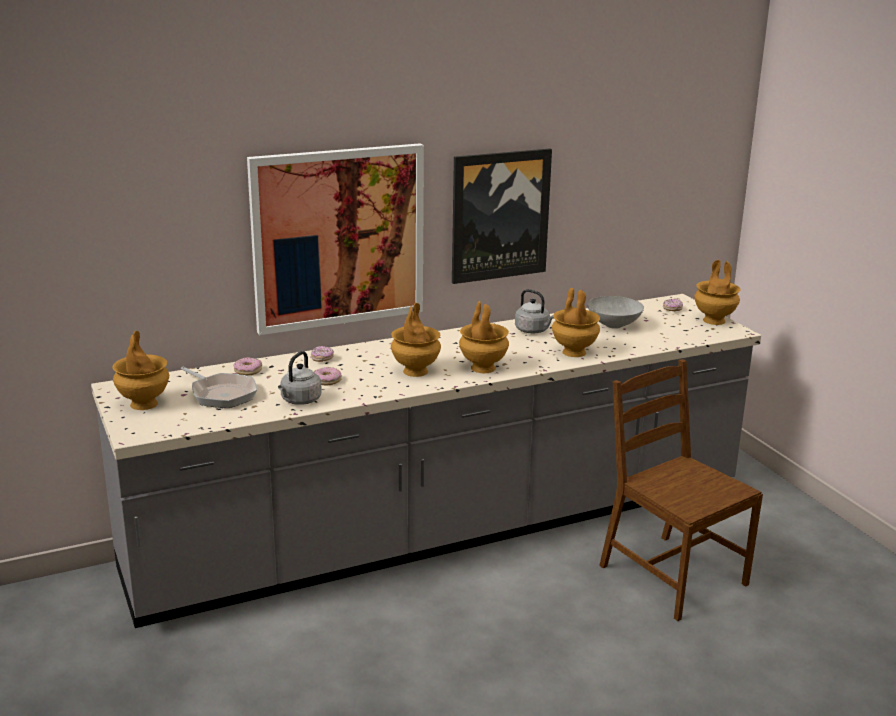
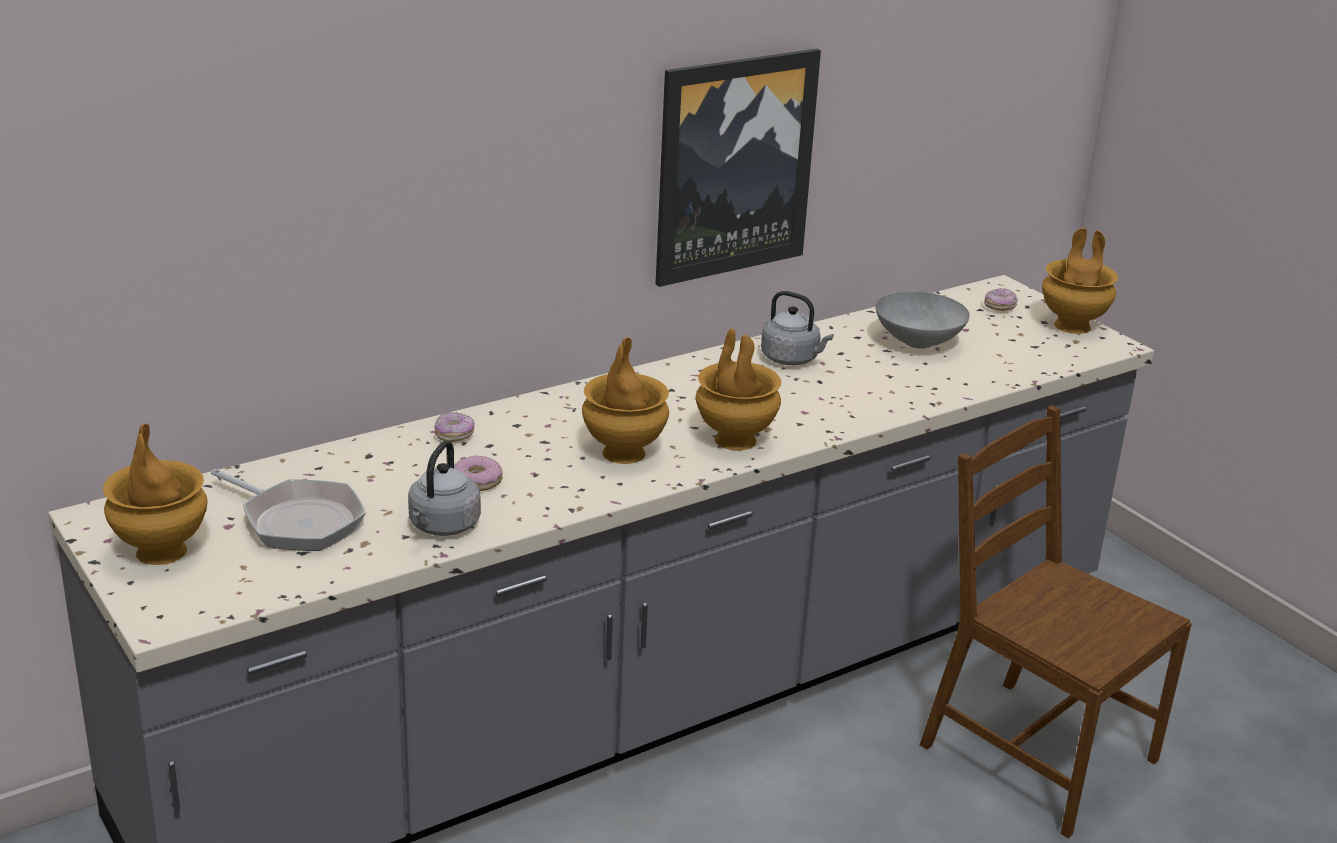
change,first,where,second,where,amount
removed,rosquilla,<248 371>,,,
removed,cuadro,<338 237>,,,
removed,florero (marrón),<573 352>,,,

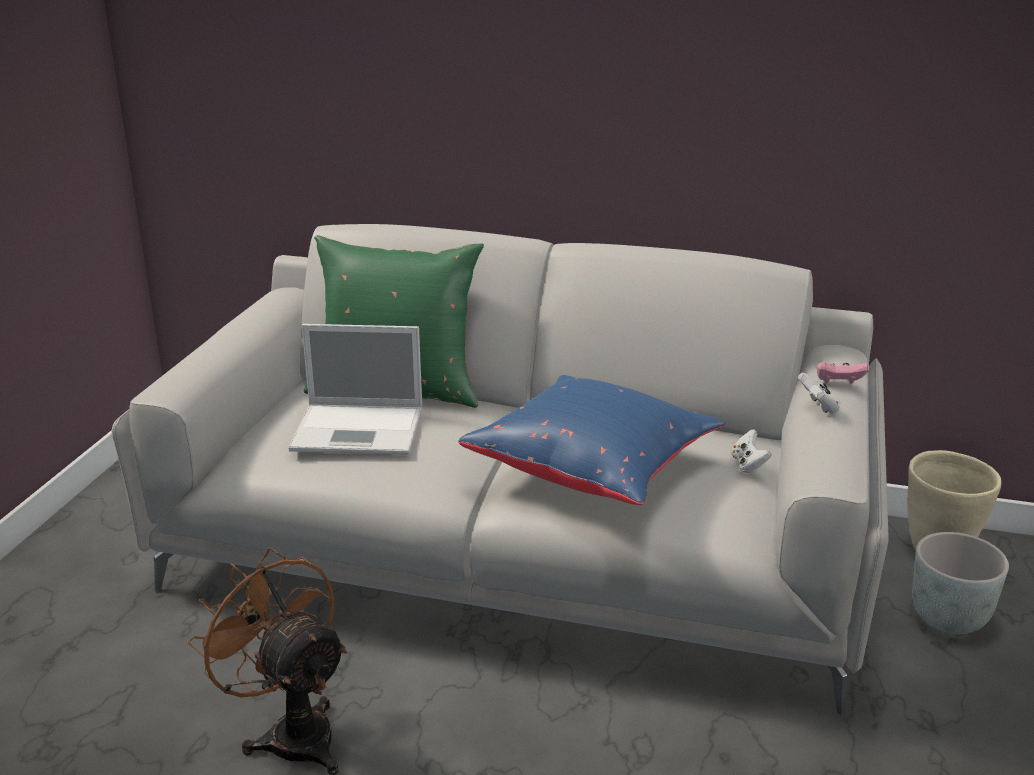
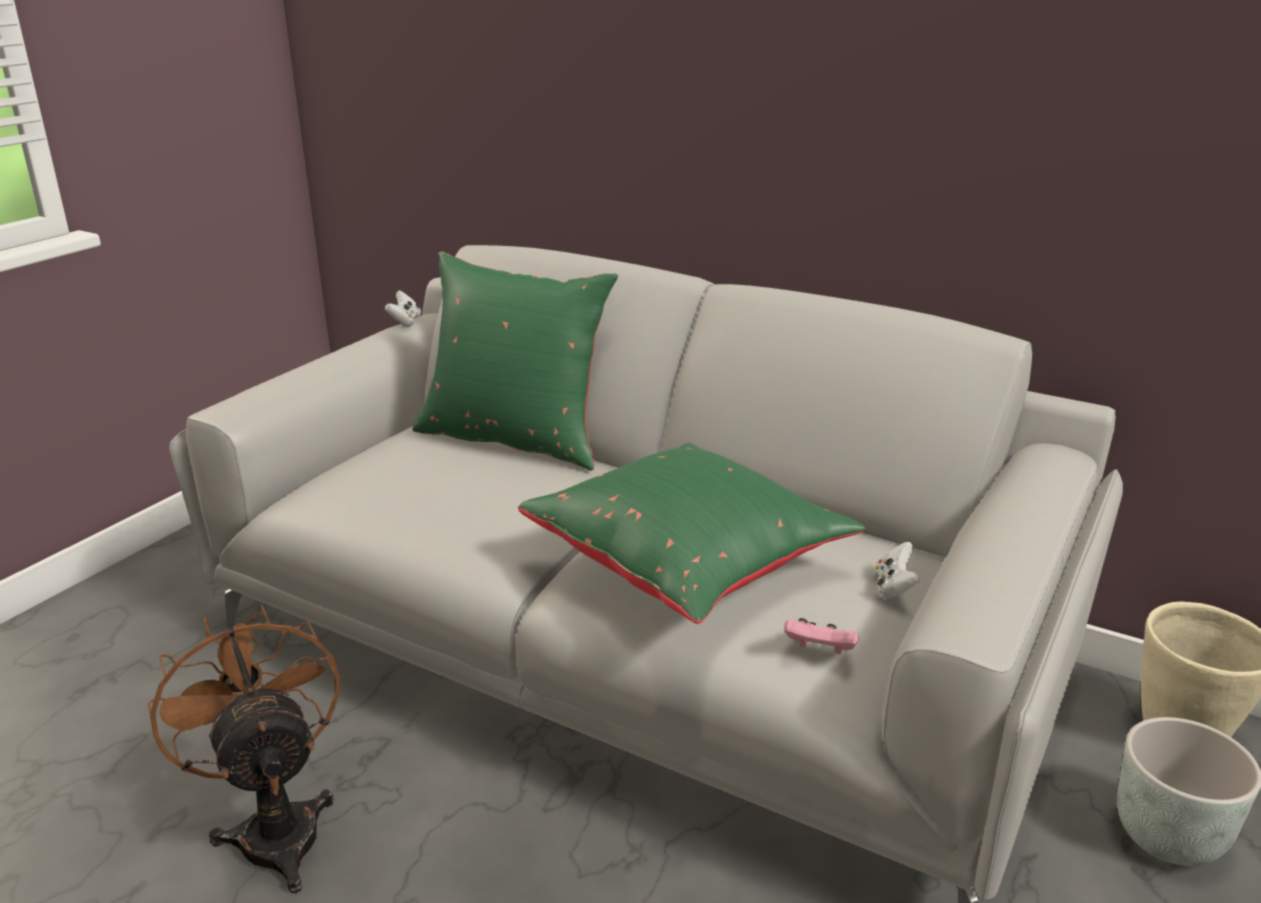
change,first,where,second,where,amount
removed,portátil,<361 430>,,,
moved,mando de consola (blanco),<818 407>,,<405 322>,
moved,mando de consola (rosa),<839 383>,,<820 652>,
recoloured,cojín (azul),<594 469>,cojín (verde),<689 565>,

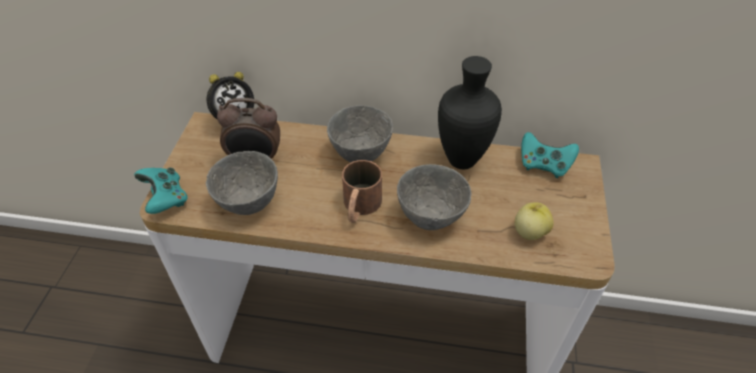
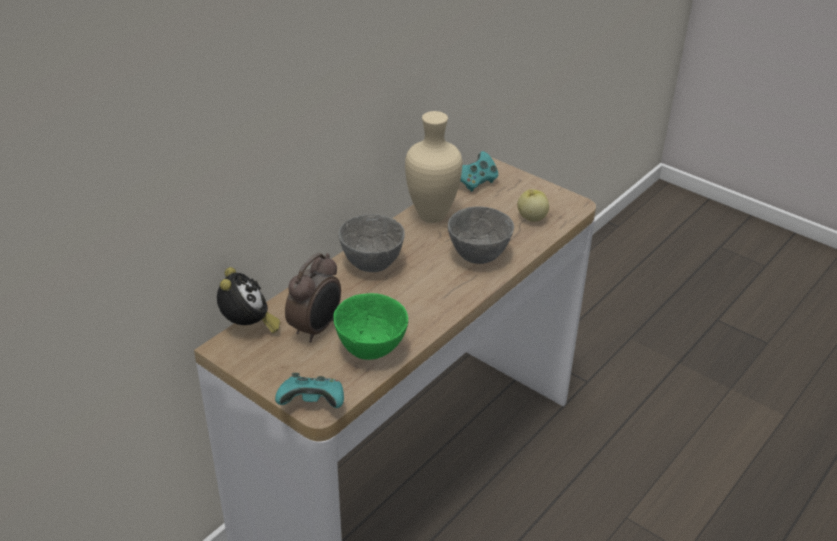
change,first,where,second,where,amount
removed,taza grande (marrón),<359 207>,,,
recoloured,cuenco (gris),<250 204>,cuenco (verde),<372 349>,
recoloured,florero (negro),<460 161>,florero (beis),<432 217>,

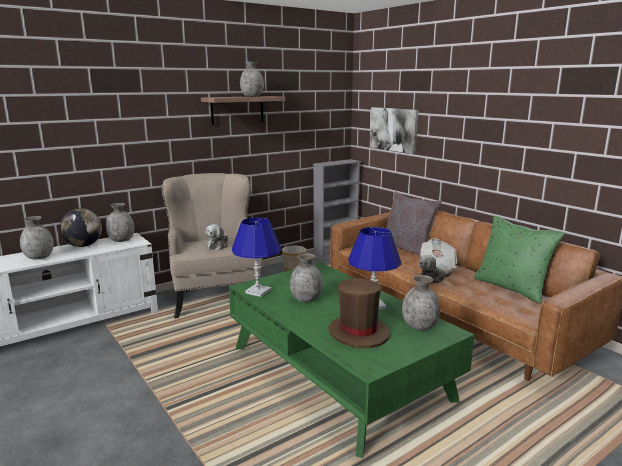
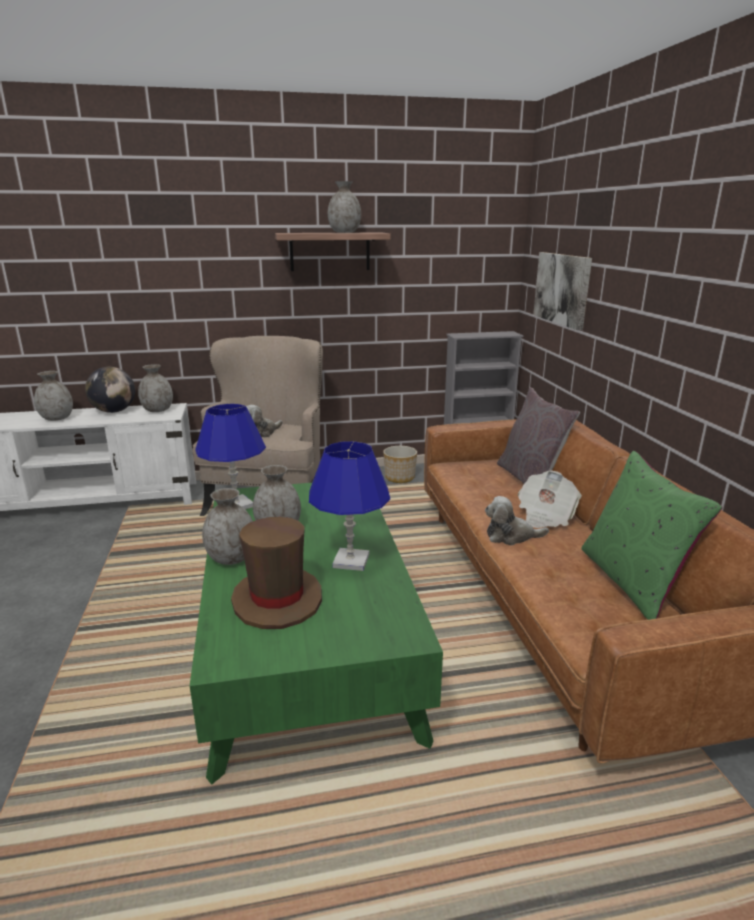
change,first,where,second,where,amount
moved,florero (gris),<419 326>,,<231 558>,

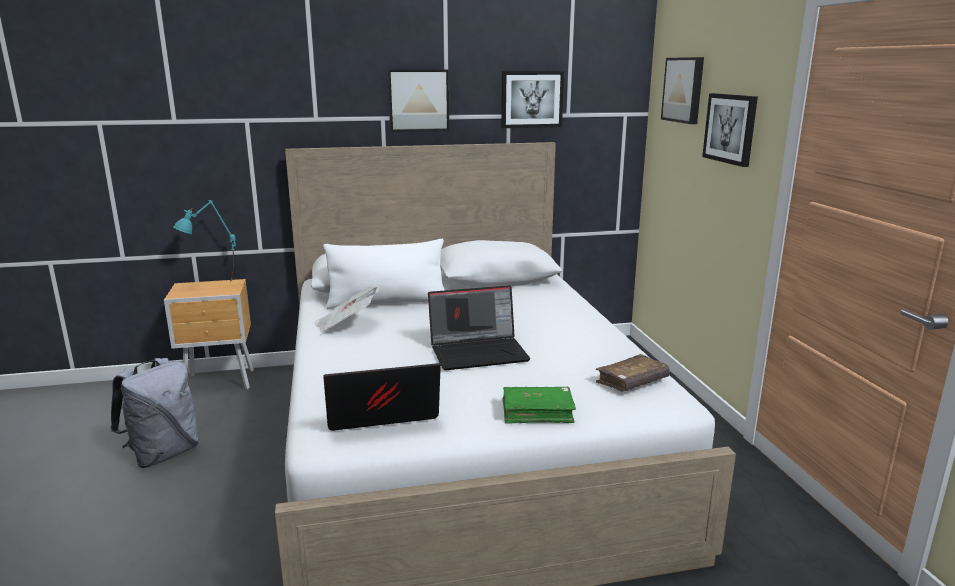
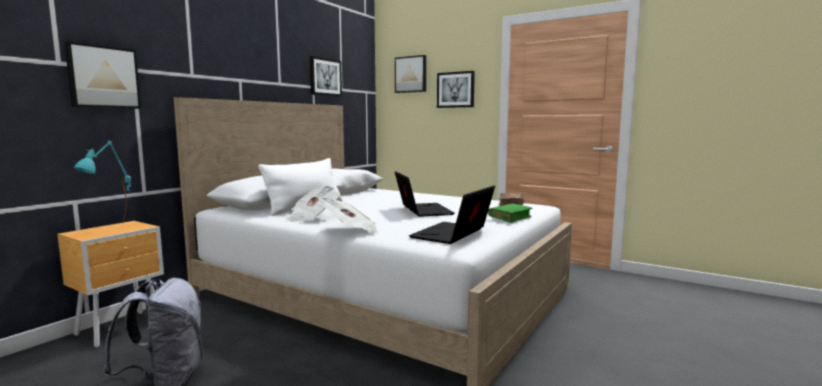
change,first,where,second,where,amount
added,,,periódico,<351 231>,
moved,cuadro,<418 100>,,<103 77>,
turned,portátil,<479 352>,,<422 210>,45 degrees counterclockwise

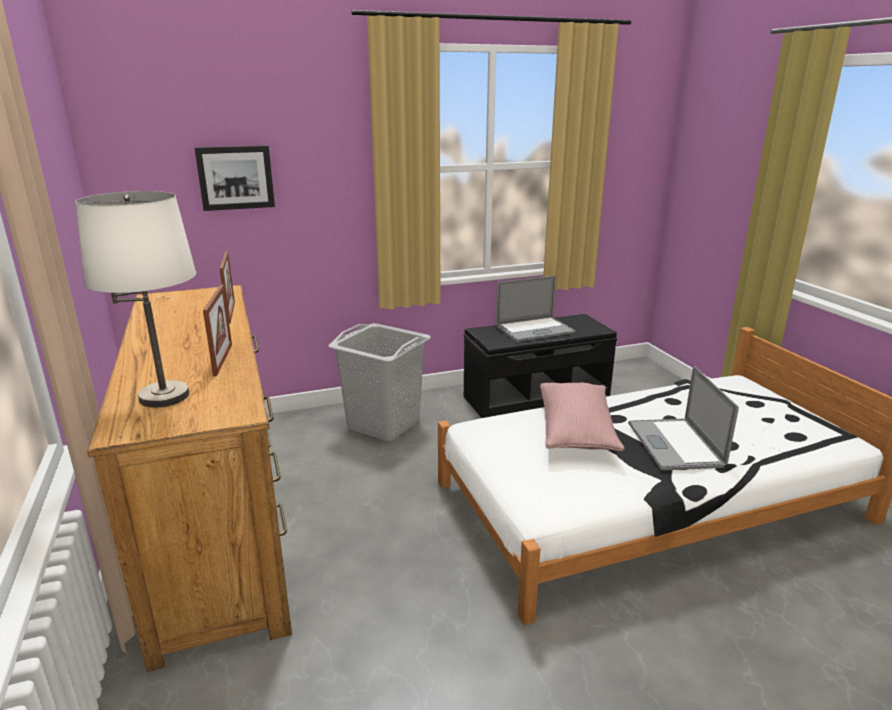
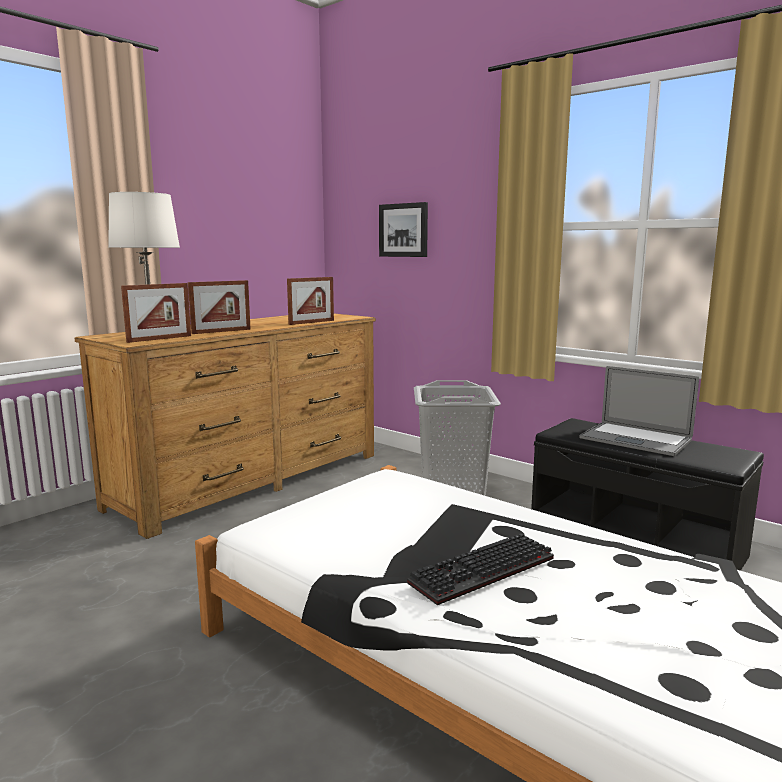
change,first,where,second,where,amount
removed,cojín (rosa),<576 431>,,,
added,,,portarretratos,<159 339>,
replaced,portátil,<674 444>,teclado,<483 573>,

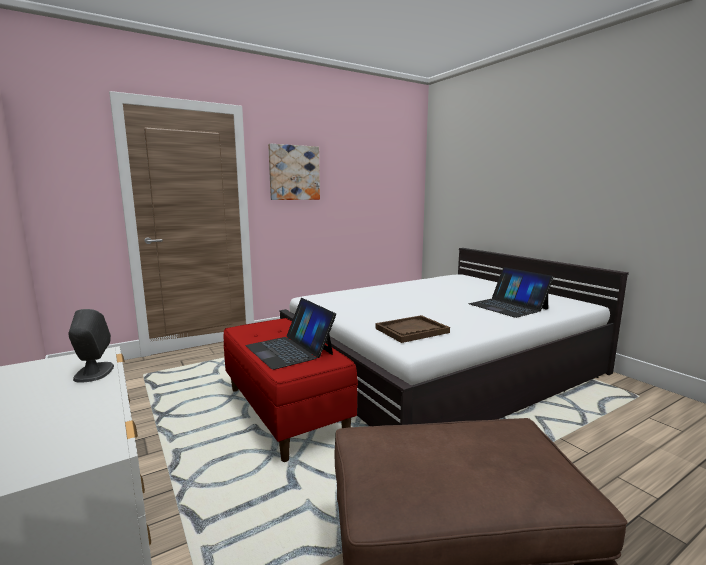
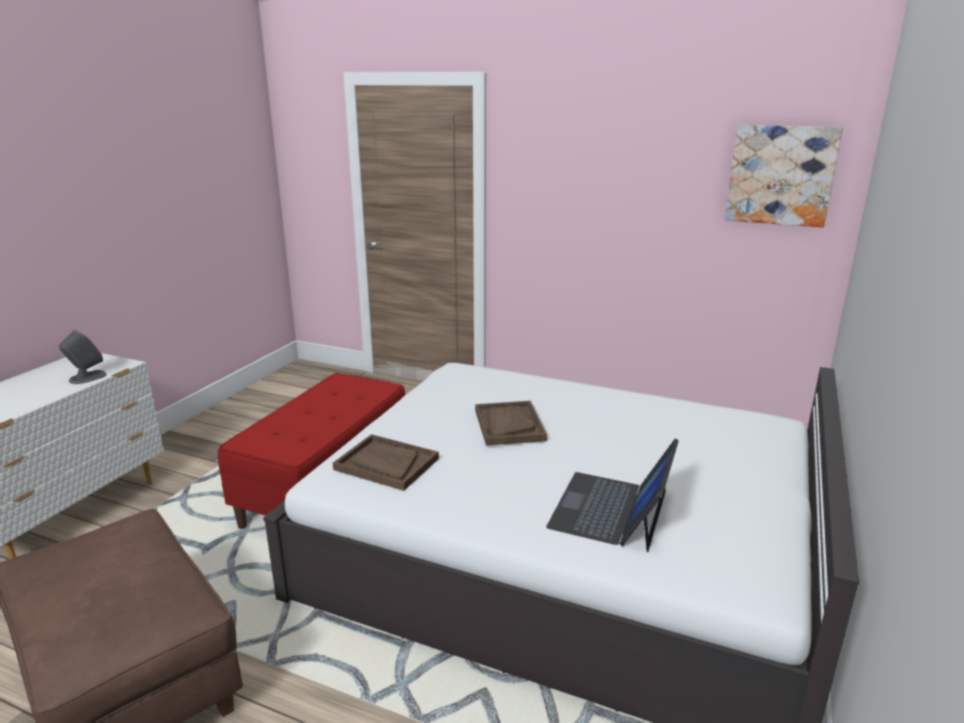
change,first,where,second,where,amount
removed,portátil,<289 350>,,,
added,,,bandeja (marrón),<509 425>,
moved,cuadro,<294 173>,,<780 175>,

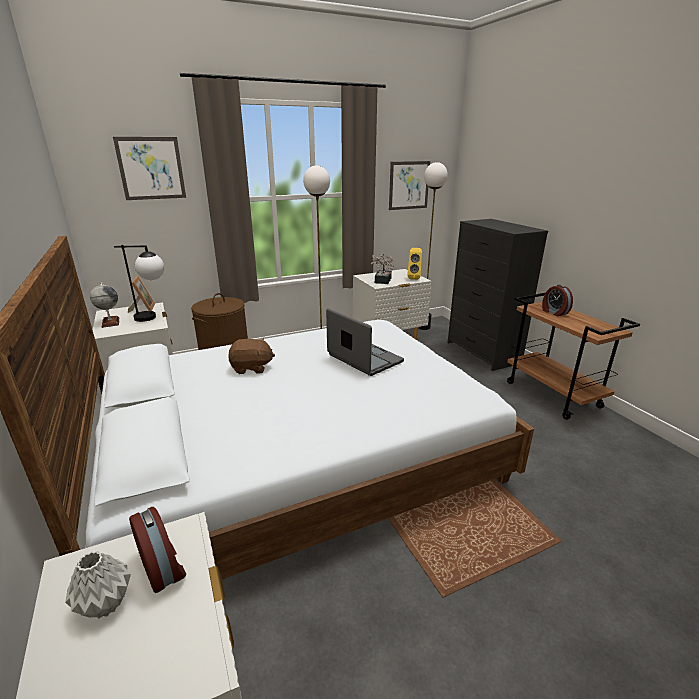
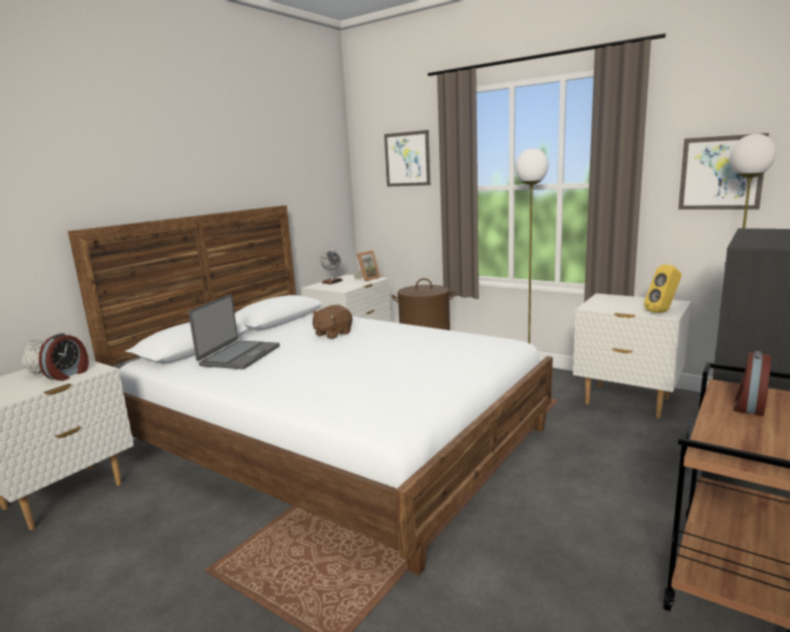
change,first,where,second,where,amount
removed,lámpara de mesa,<154 317>,,,
removed,planta en maceta,<382 281>,,,
moved,portátil,<364 359>,,<239 356>,
turned,peluche (marrón),<251 368>,,<332 334>,75 degrees clockwise

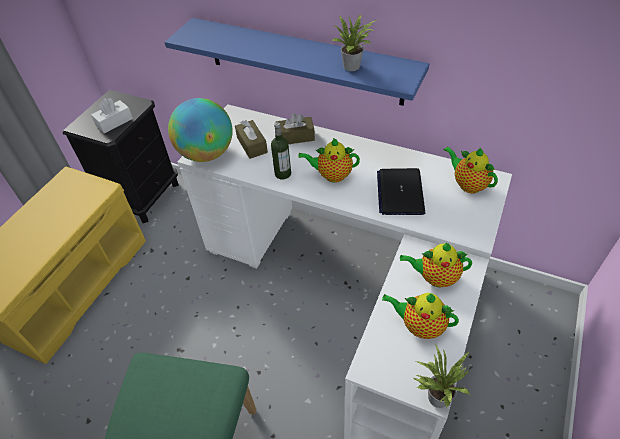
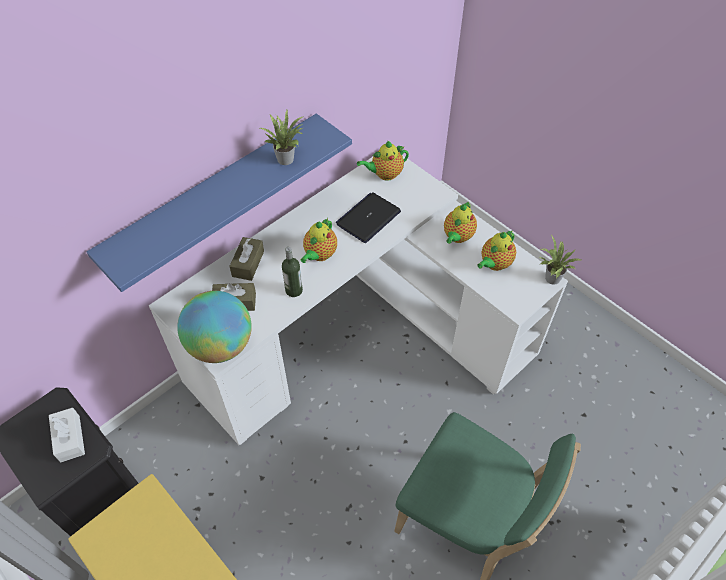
change,first,where,second,where,amount
turned,portátil,<400 192>,,<368 218>,105 degrees clockwise

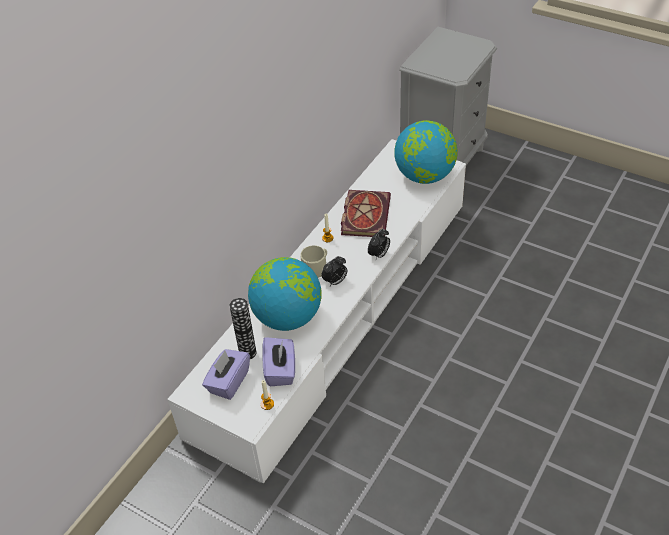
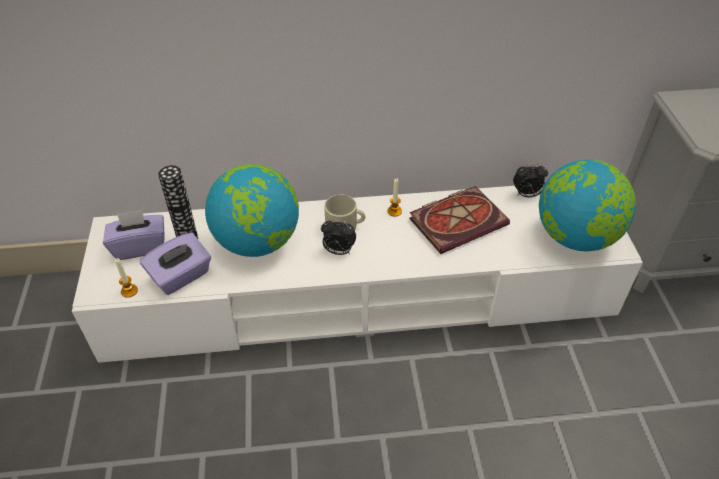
change,first,where,second,where,amount
moved,despertador,<379 255>,,<526 195>,

